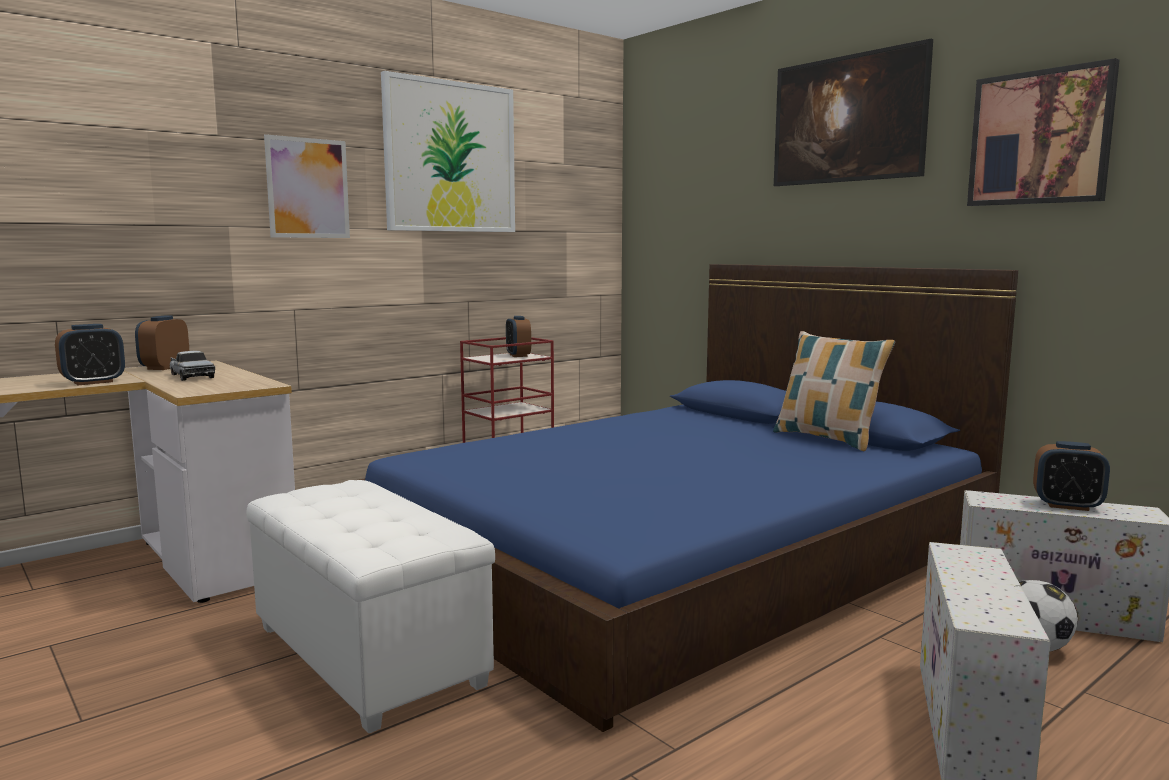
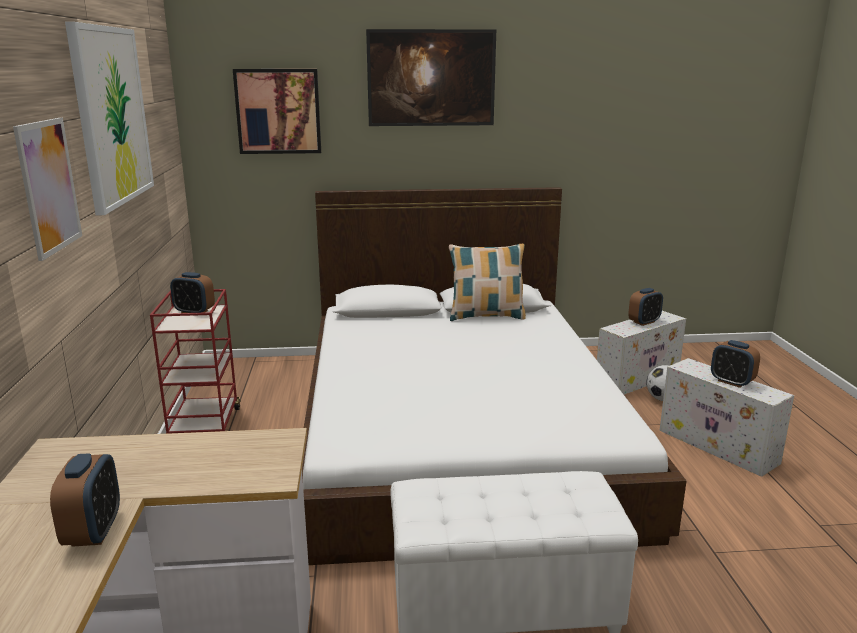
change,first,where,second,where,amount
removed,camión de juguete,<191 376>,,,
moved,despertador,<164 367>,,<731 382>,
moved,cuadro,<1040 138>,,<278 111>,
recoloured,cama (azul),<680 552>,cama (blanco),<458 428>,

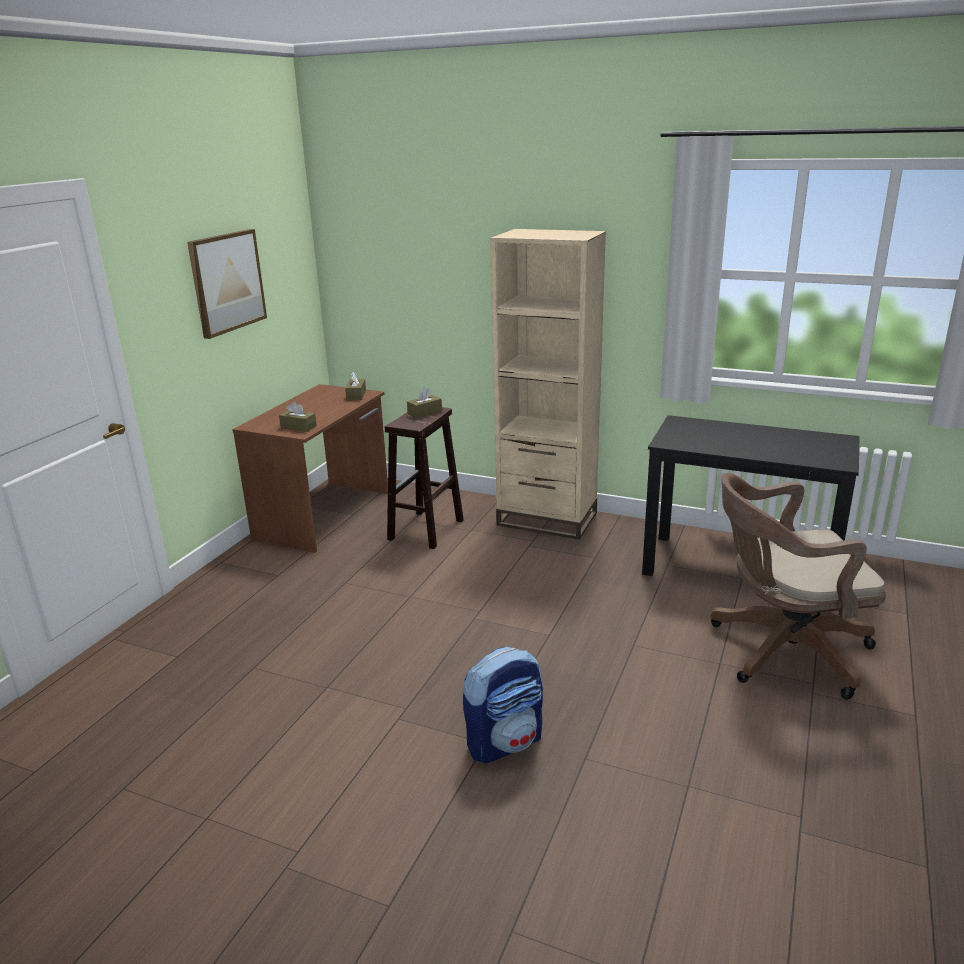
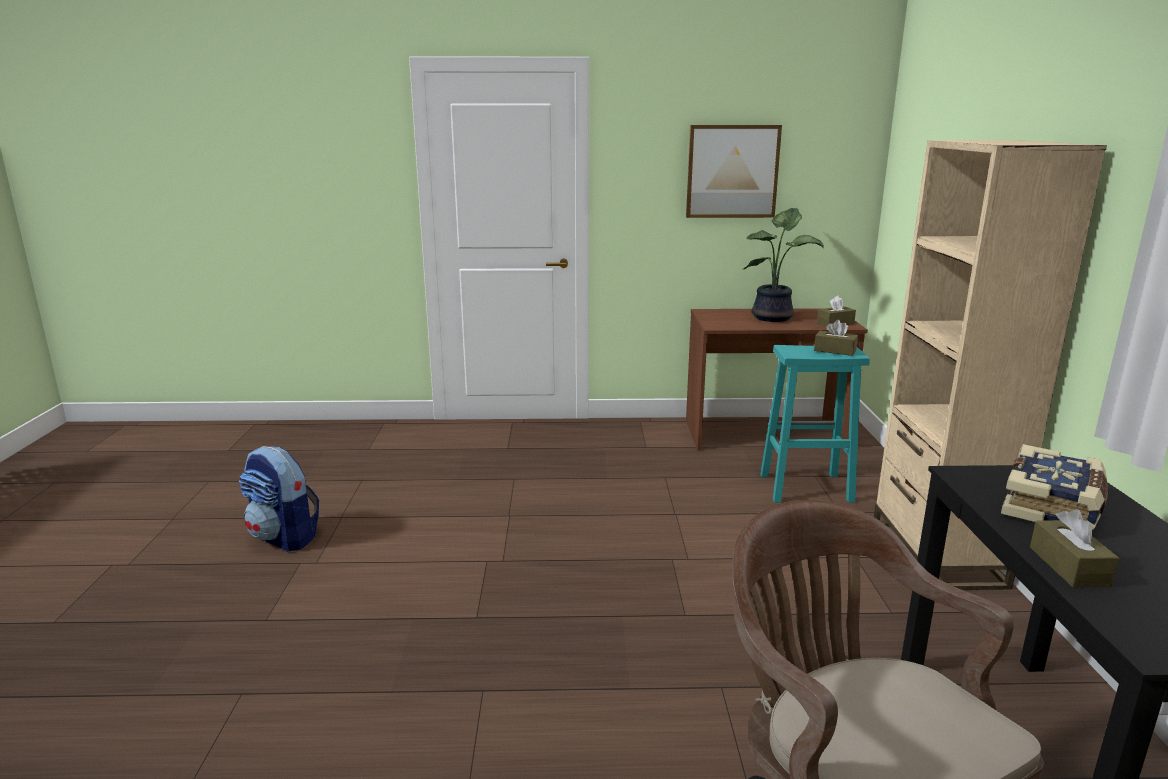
change,first,where,second,where,amount
added,,,planta en maceta,<774 317>,
added,,,libro,<1053 507>,
moved,caja de pañuelos (marrón),<298 427>,,<1069 566>,
moved,mochila,<505 742>,,<284 537>,
recoloured,taburete (marrón),<425 530>,taburete (turquesa),<804 488>,

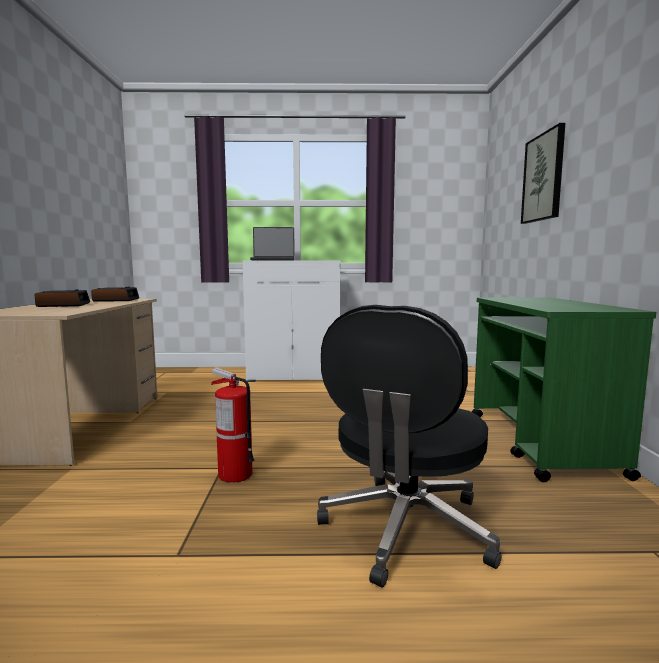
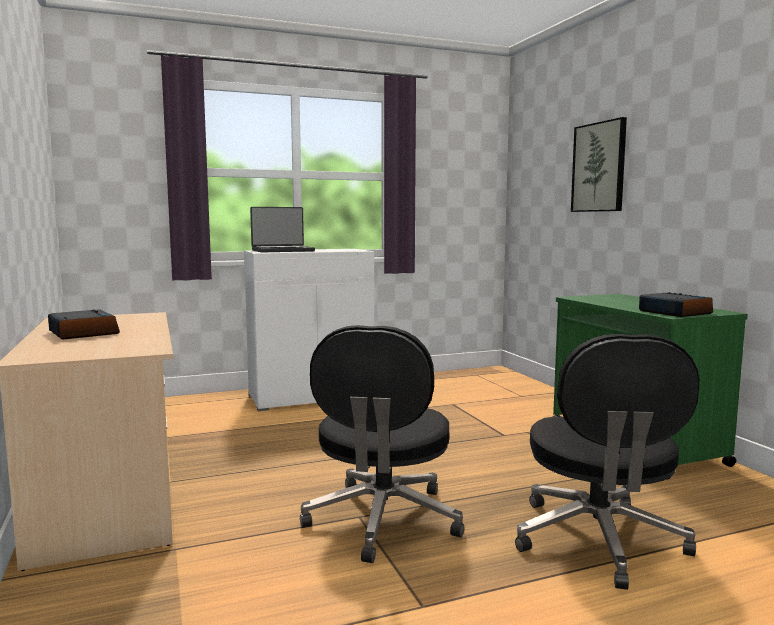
change,first,where,second,where,amount
moved,despertador,<116 300>,,<673 312>,
replaced,extintor,<235 474>,silla de oficina (negro),<382 521>,

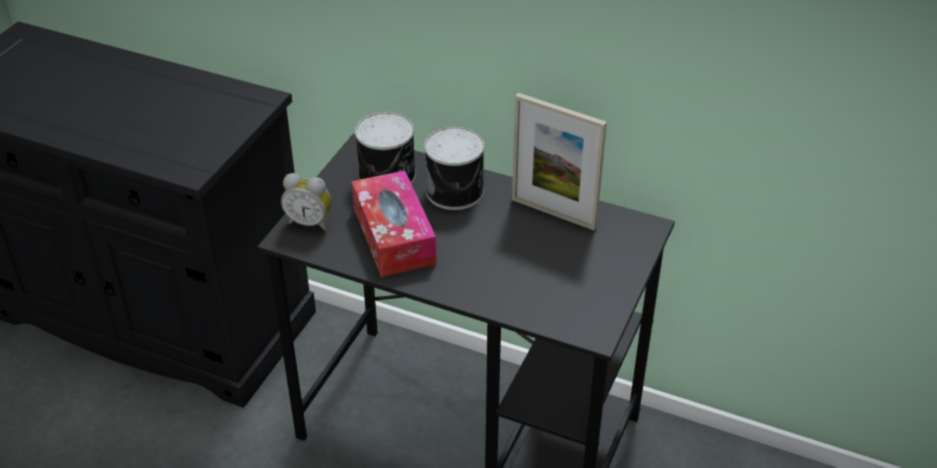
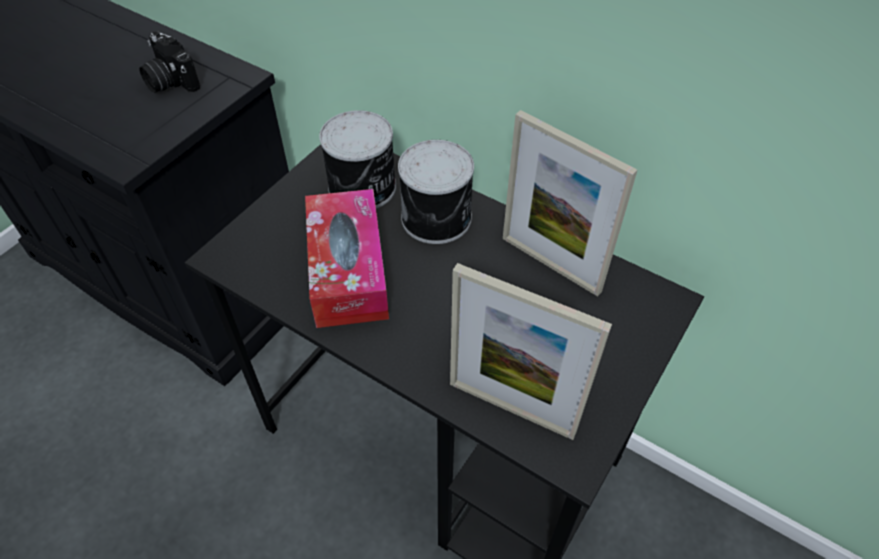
change,first,where,second,where,amount
removed,despertador,<310 222>,,,
added,,,cámara,<169 81>,
added,,,portarretratos,<511 408>,

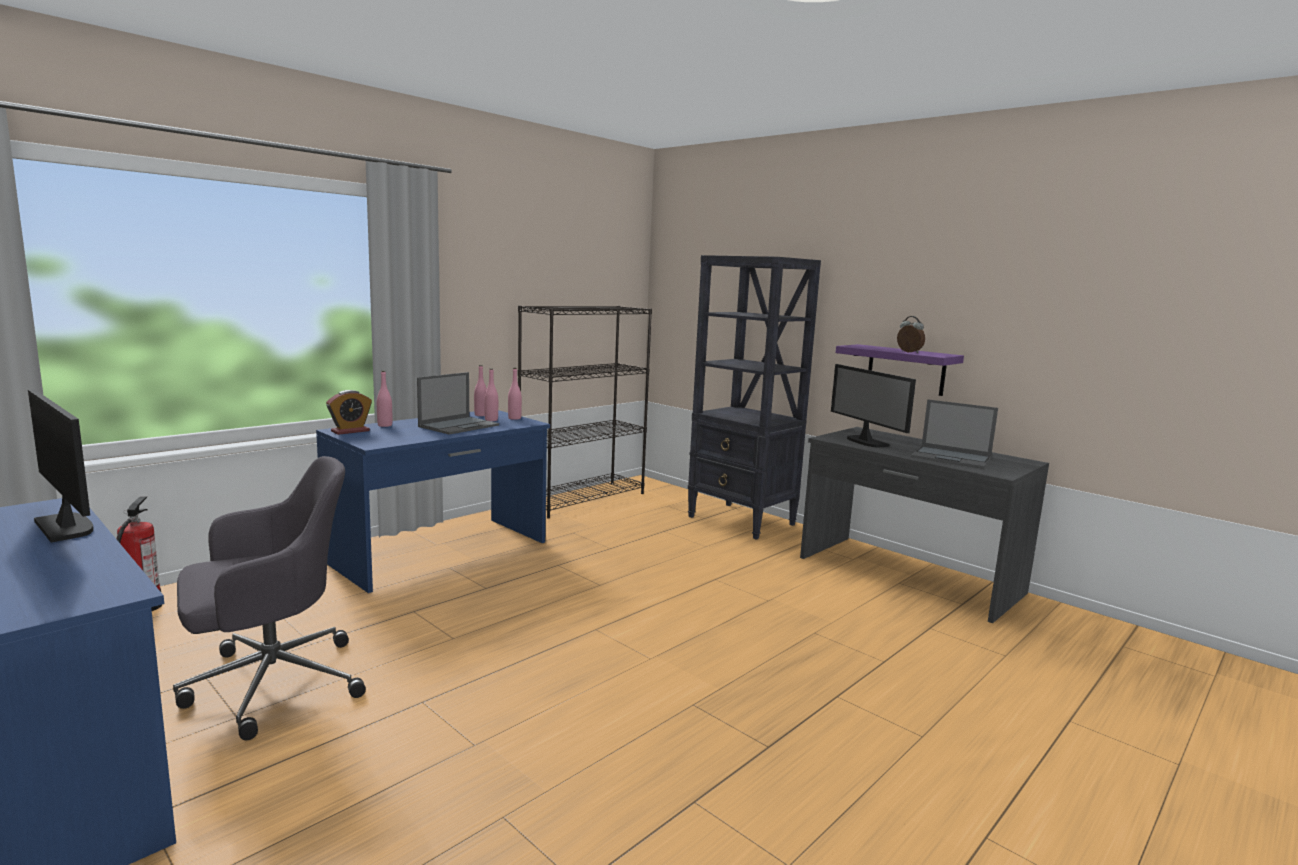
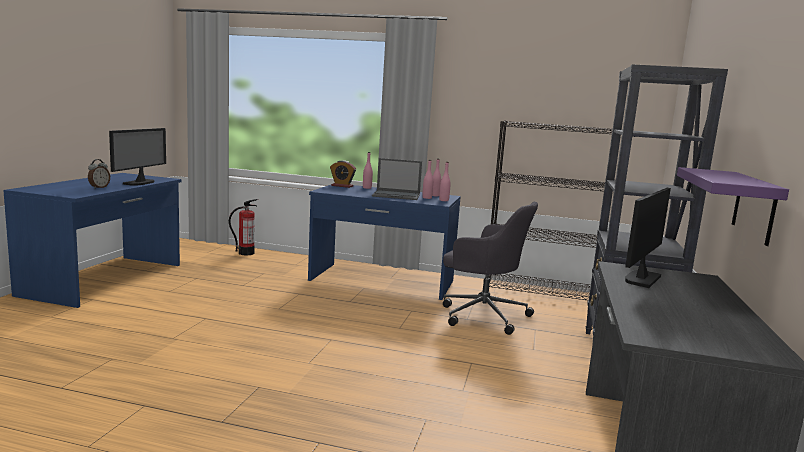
change,first,where,second,where,amount
removed,portátil,<952 458>,,,
moved,silla de oficina (gris),<270 684>,,<482 314>,
moved,despertador,<908 352>,,<99 187>,

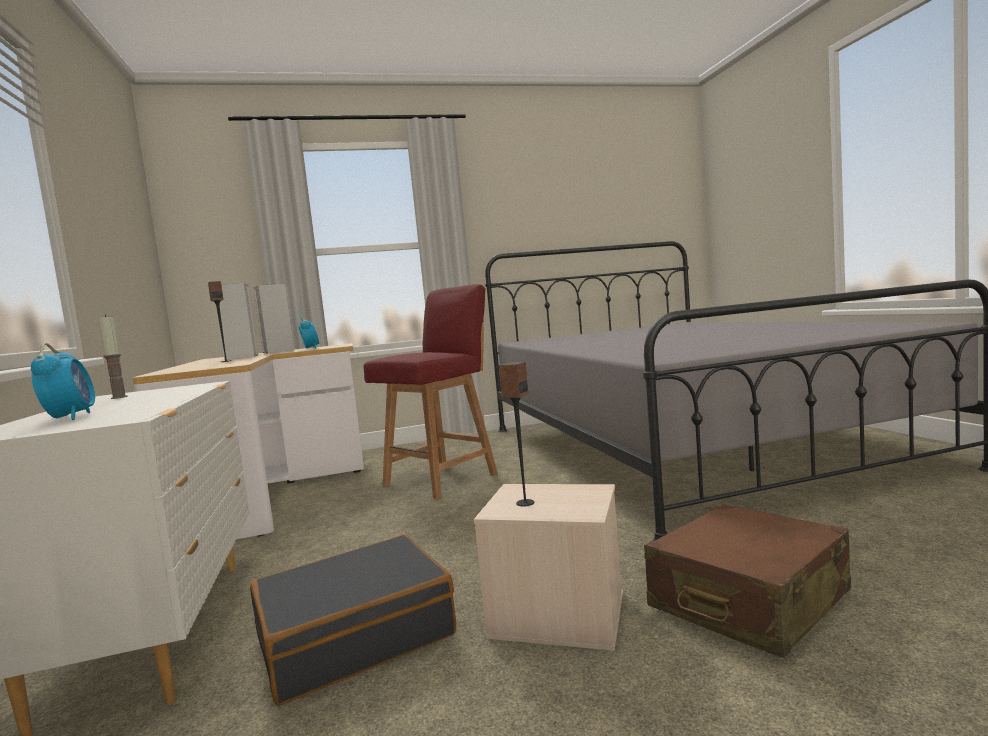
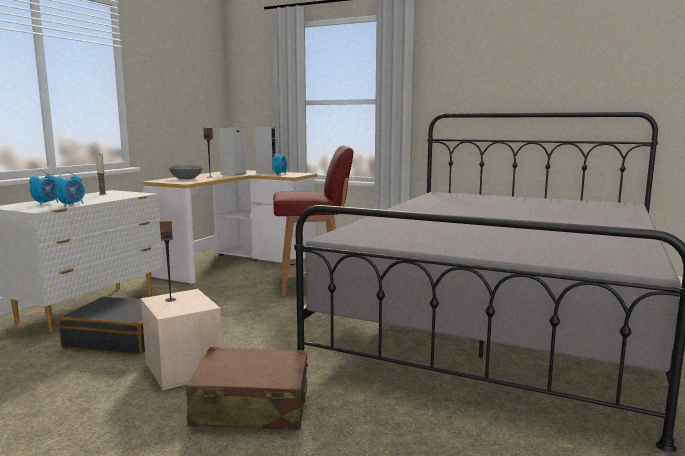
change,first,where,second,where,amount
added,,,despertador,<72 204>,
added,,,cuenco (gris),<185 179>,

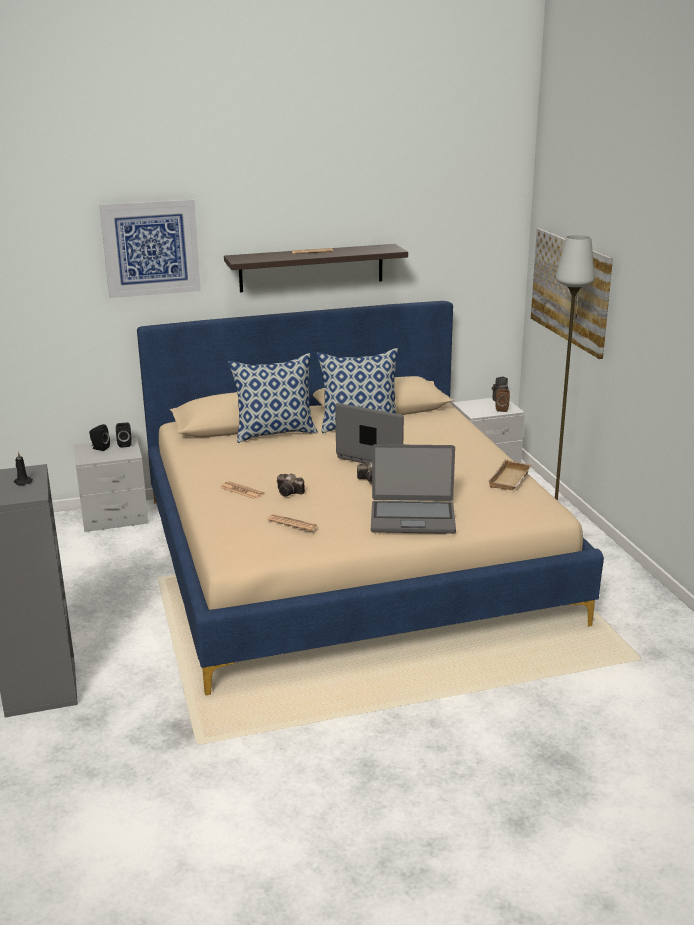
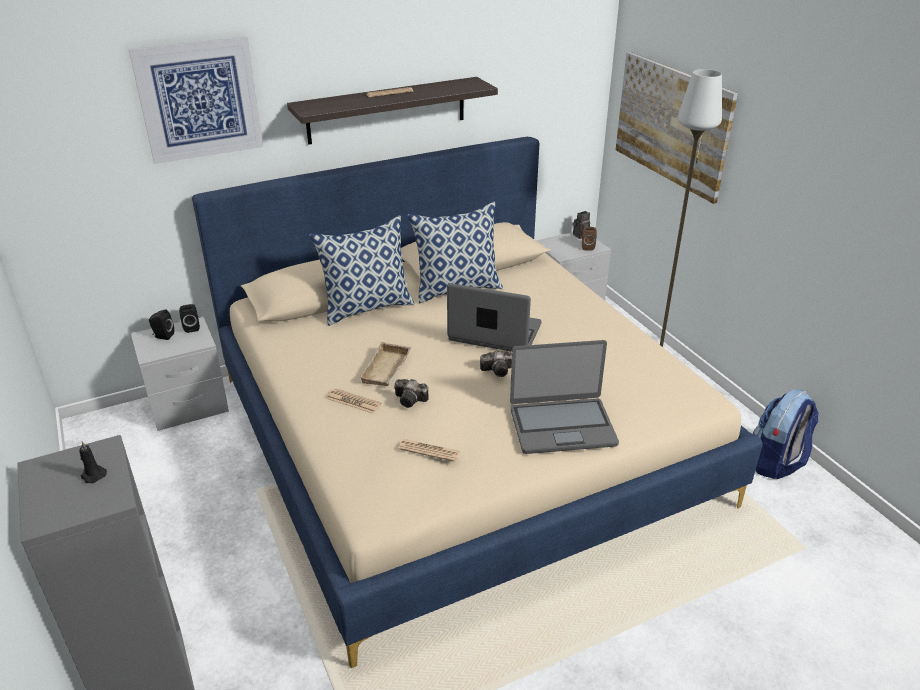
change,first,where,second,where,amount
added,,,mochila,<776 463>,
moved,bandeja (beis),<511 480>,,<387 370>,

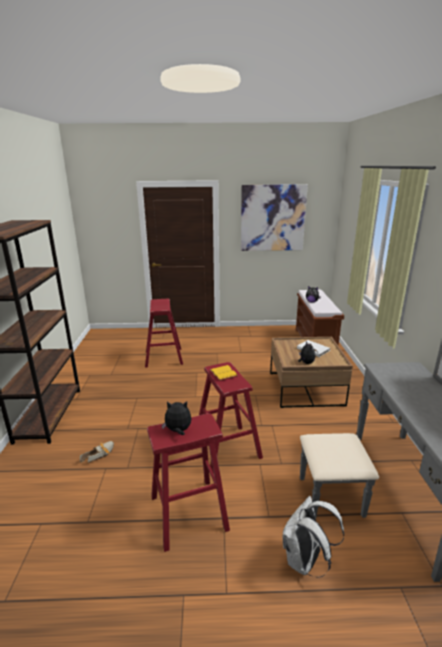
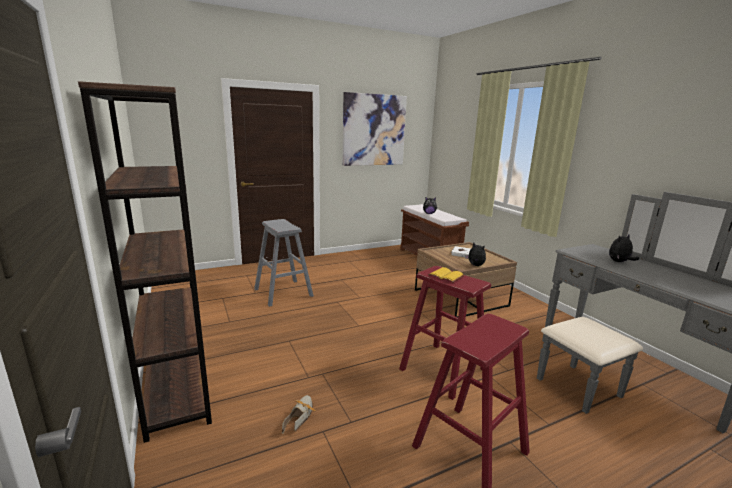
change,first,where,second,where,amount
removed,mochila (blanco),<305 561>,,,
moved,peluche,<178 431>,,<619 262>,
recoloured,taburete (rojo),<164 357>,taburete (gris),<283 292>,

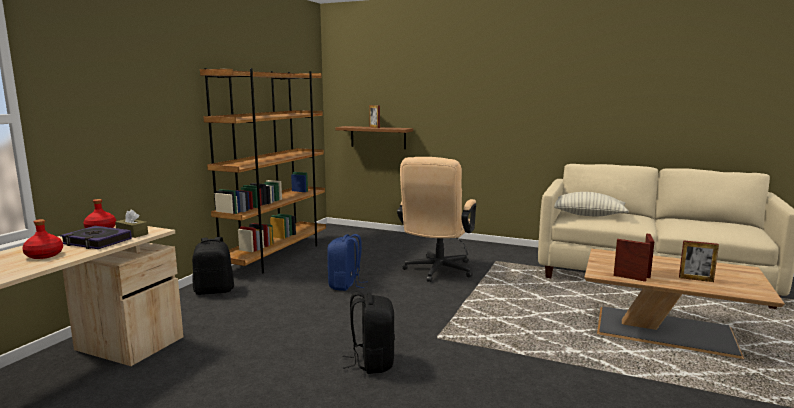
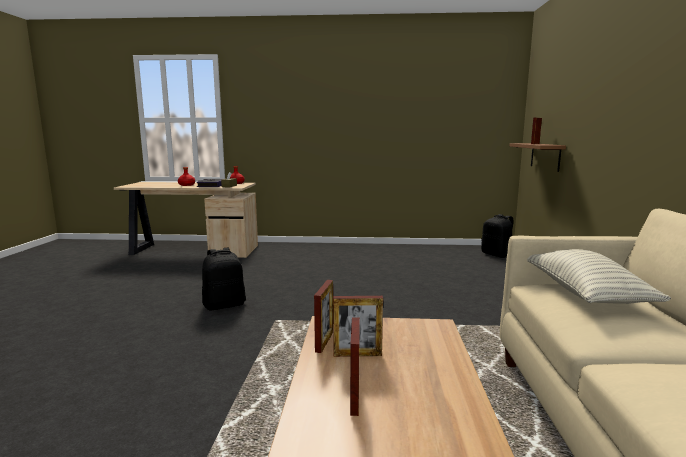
change,first,where,second,where,amount
removed,estantería (marrón),<276 256>,,,
removed,mochila (azul),<345 285>,,,
removed,silla de oficina (beis),<436 272>,,,
moved,mochila (negro),<214 291>,,<497 254>,

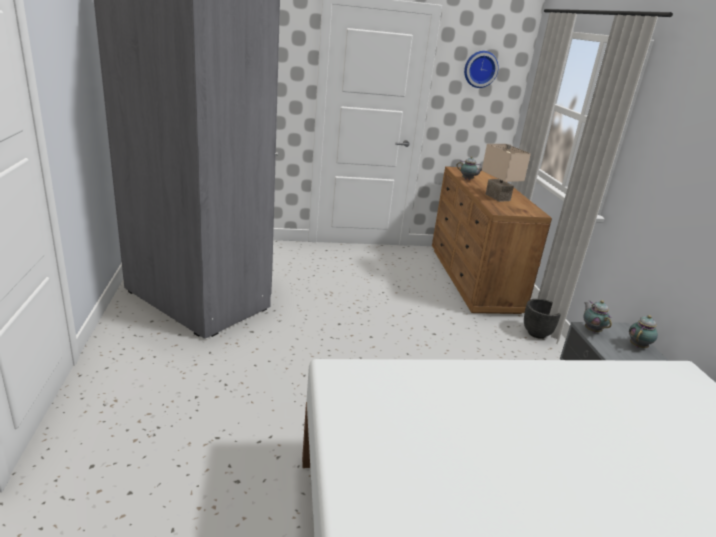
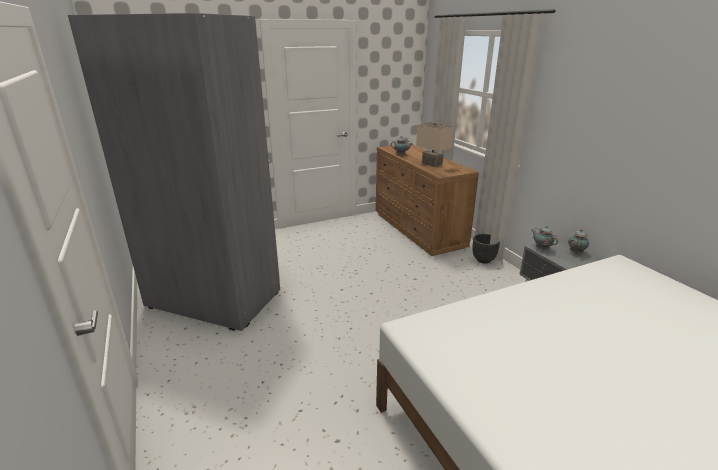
change,first,where,second,where,amount
removed,reloj de pared,<480 69>,,,

